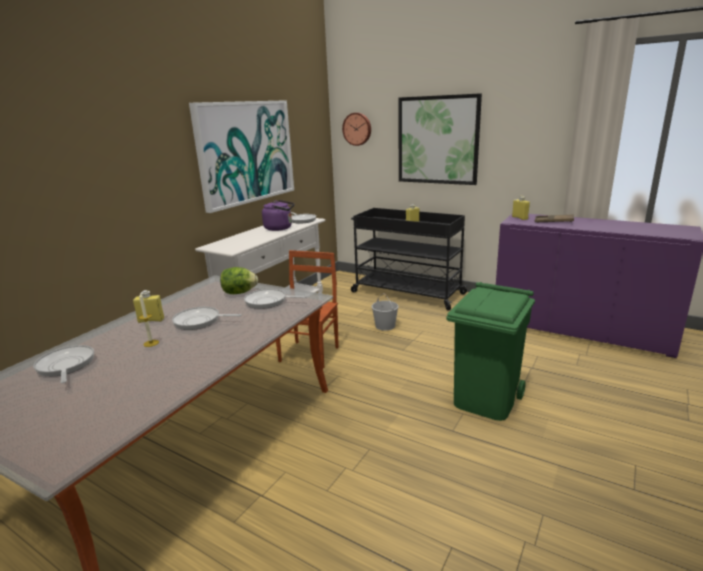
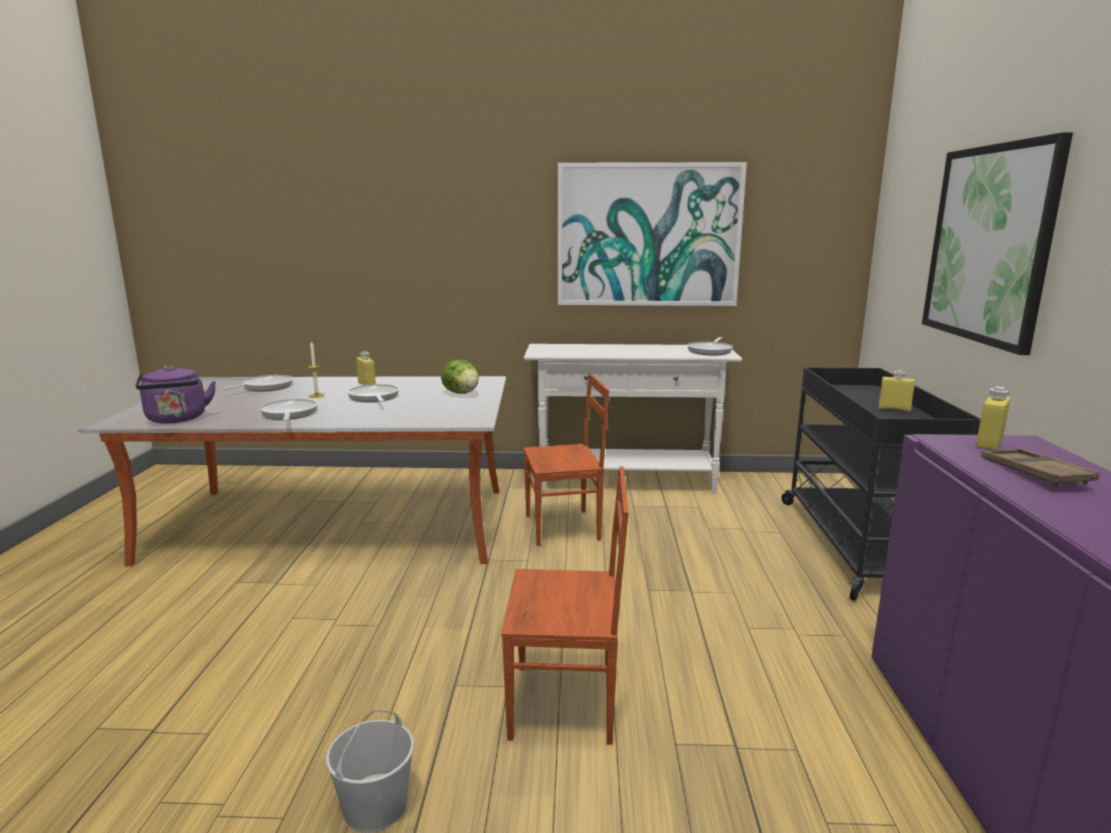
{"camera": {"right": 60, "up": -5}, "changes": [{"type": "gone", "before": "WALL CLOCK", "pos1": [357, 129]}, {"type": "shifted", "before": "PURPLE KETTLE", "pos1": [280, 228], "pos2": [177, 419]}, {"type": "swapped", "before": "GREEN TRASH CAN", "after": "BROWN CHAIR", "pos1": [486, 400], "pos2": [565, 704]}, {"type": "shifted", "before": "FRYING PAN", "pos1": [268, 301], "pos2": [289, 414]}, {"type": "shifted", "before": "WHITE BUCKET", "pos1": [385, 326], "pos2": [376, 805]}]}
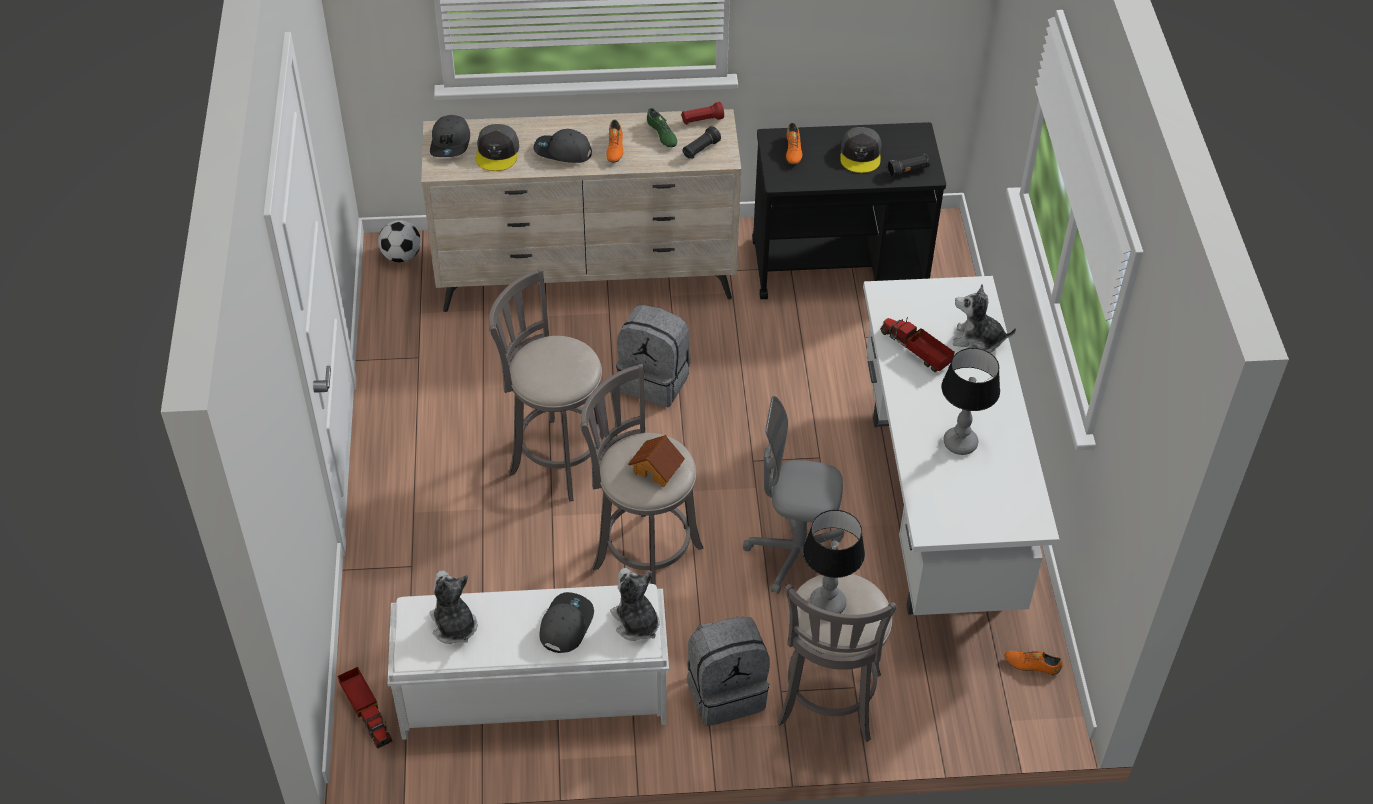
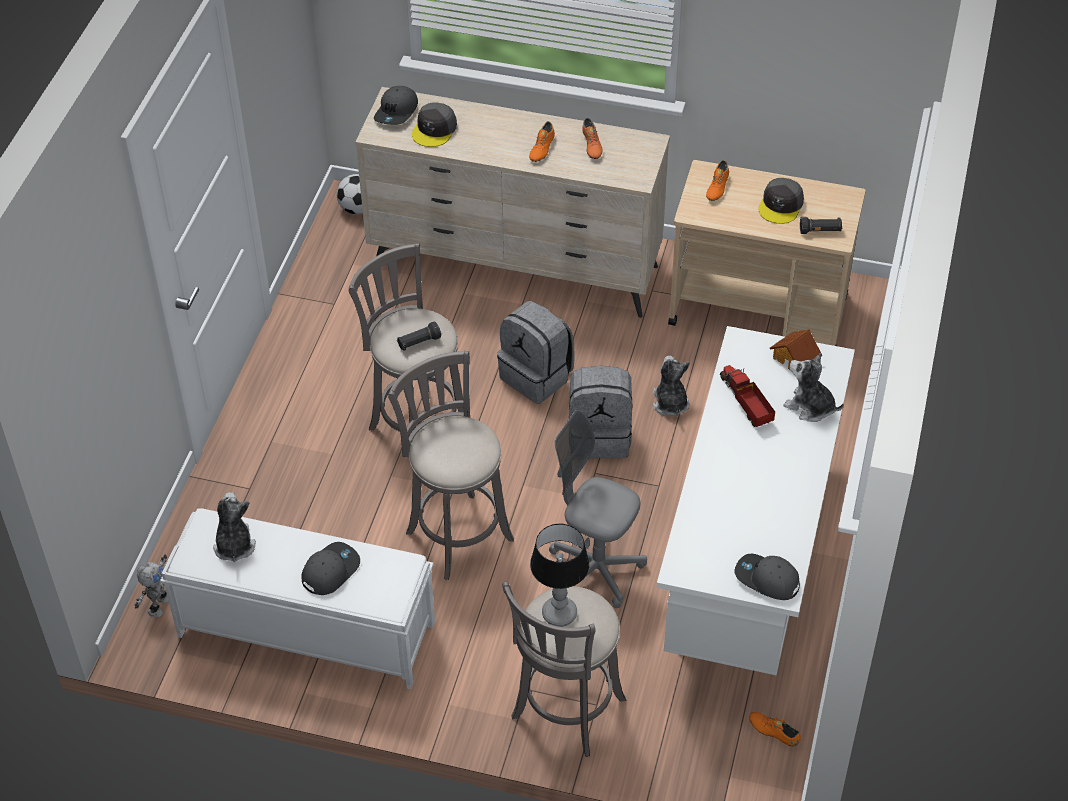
{"camera": {"right": 20, "up": 0}, "changes": [{"type": "gone", "before": "RED FLASHLIGHT", "pos1": [702, 120]}, {"type": "repainted", "before": "GREEN SHOE", "after": "ORANGE SHOE", "pos1": [662, 135], "pos2": [591, 145]}, {"type": "repainted", "before": "BLACK CART", "after": "BEIGE CART", "pos1": [840, 266], "pos2": [759, 311]}, {"type": "shifted", "before": "BLACK FLASHLIGHT", "pos1": [700, 150], "pos2": [418, 342]}, {"type": "shifted", "before": "GREY CAP", "pos1": [562, 152], "pos2": [766, 580]}, {"type": "gone", "before": "TABLE LAMP", "pos1": [959, 443]}, {"type": "shifted", "before": "TOY HOUSE", "pos1": [657, 468], "pos2": [795, 359]}, {"type": "shifted", "before": "PLUSH TOY", "pos1": [635, 622], "pos2": [670, 403]}, {"type": "shifted", "before": "GREY BACKPACK", "pos1": [725, 691], "pos2": [600, 436]}, {"type": "swapped", "before": "TOY TRUCK", "after": "TOY ROBOT", "pos1": [366, 712], "pos2": [158, 605]}]}
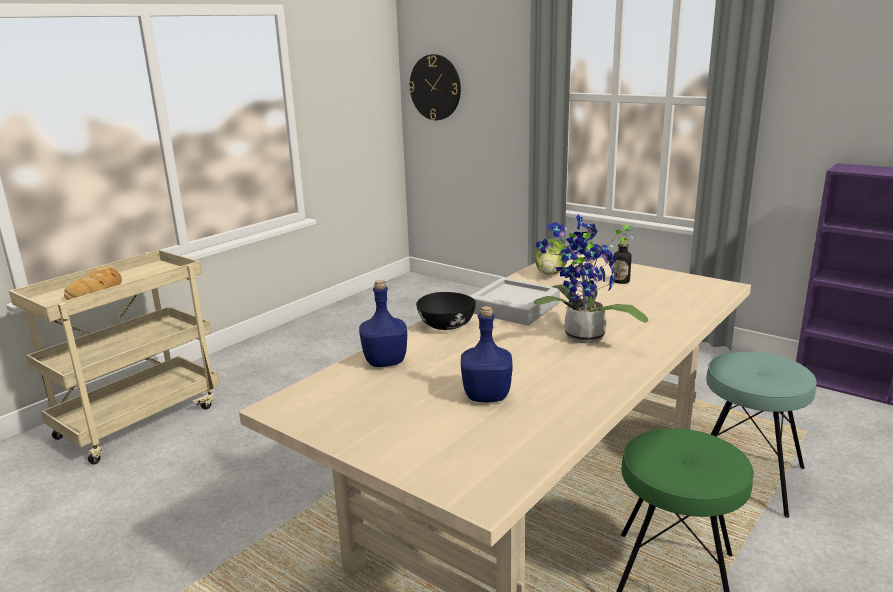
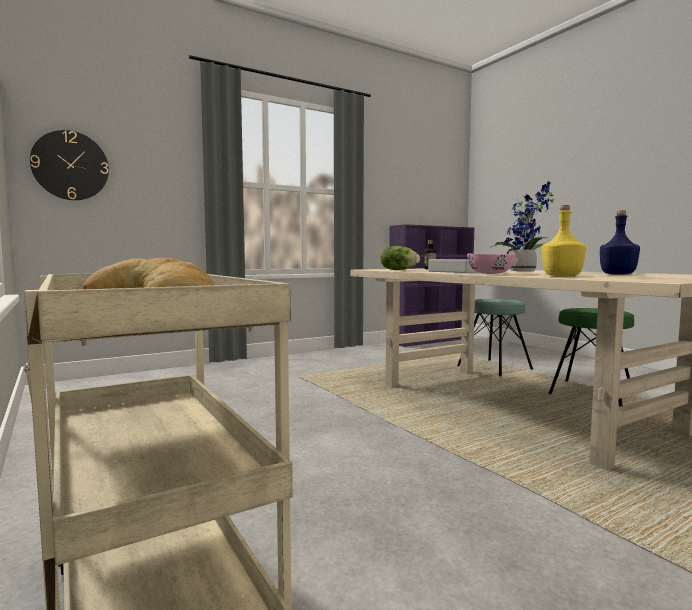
{"camera": {"right": -70, "up": -15}, "changes": [{"type": "repainted", "before": "BLUE BOTTLE", "after": "YELLOW BOTTLE", "pos1": [386, 361], "pos2": [561, 276]}, {"type": "repainted", "before": "BLACK BOWL", "after": "PINK BOWL", "pos1": [446, 325], "pos2": [490, 273]}]}
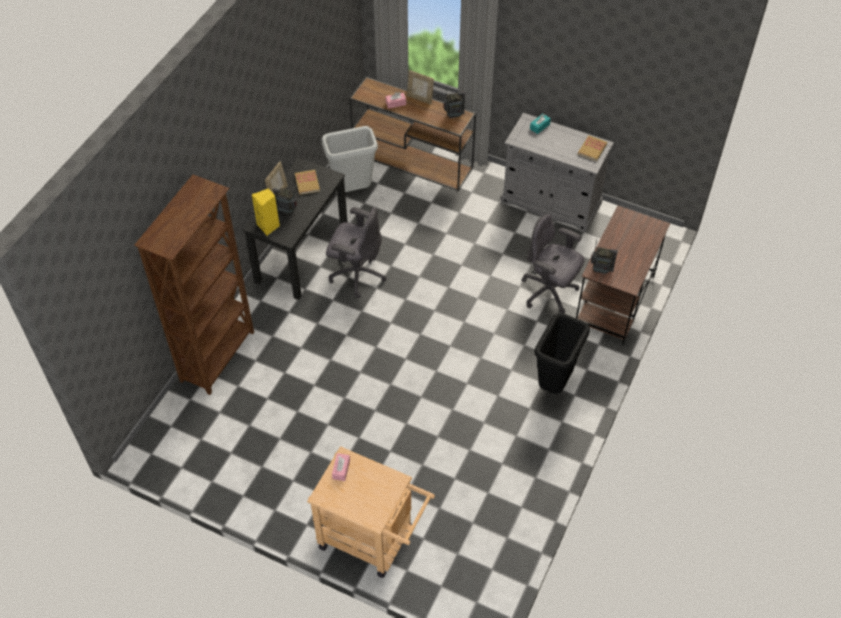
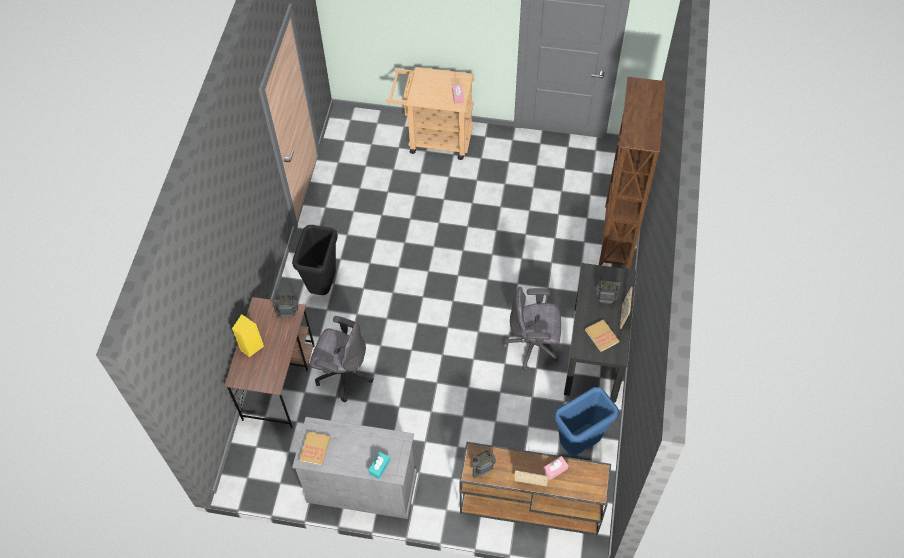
{"camera": {"right": 165, "up": 5}, "changes": [{"type": "repainted", "before": "GREY TRASH CAN", "after": "BLUE TRASH CAN", "pos1": [353, 190], "pos2": [579, 445]}, {"type": "shifted", "before": "YELLOW SPEAKER", "pos1": [269, 226], "pos2": [251, 347]}]}
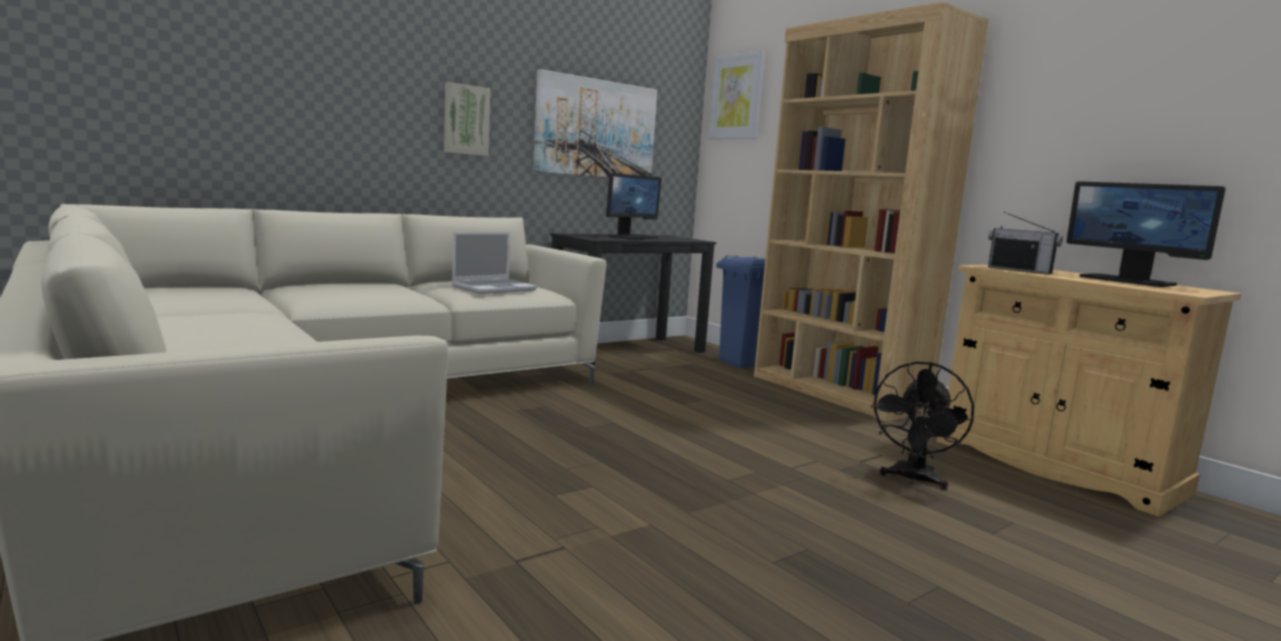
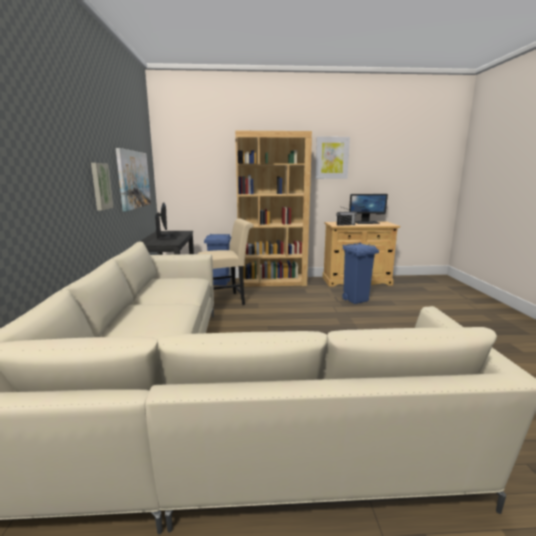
{"camera": {"right": -55, "up": 5}, "changes": [{"type": "shifted", "before": "PICTURE", "pos1": [736, 97], "pos2": [332, 158]}, {"type": "gone", "before": "LAPTOP", "pos1": [494, 288]}, {"type": "swapped", "before": "BLACK FAN", "after": "BLUE TRASH CAN", "pos1": [913, 479], "pos2": [356, 300]}, {"type": "new", "after": "BEIGE CHAIR", "pos2": [226, 300]}]}
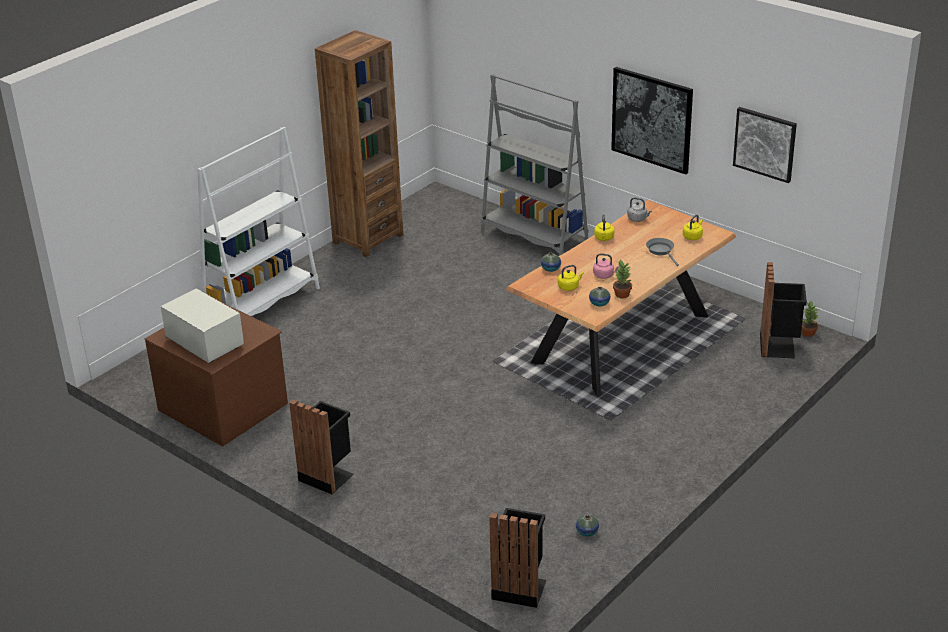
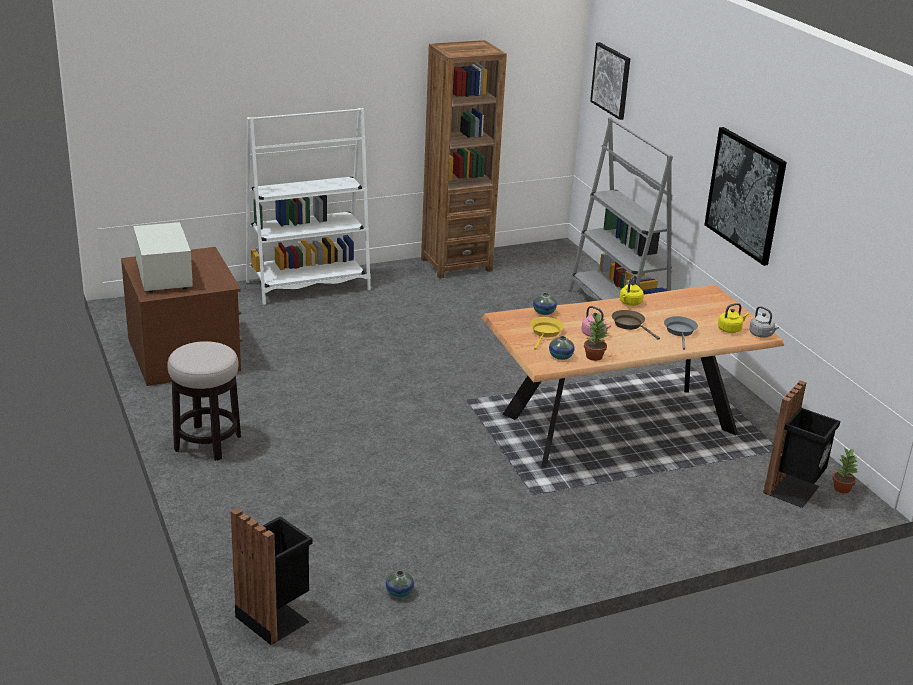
{"camera": {"right": 25, "up": -5}, "changes": [{"type": "shifted", "before": "PICTURE", "pos1": [765, 144], "pos2": [611, 80]}, {"type": "shifted", "before": "GREY KETTLE", "pos1": [638, 219], "pos2": [762, 335]}, {"type": "swapped", "before": "YELLOW KETTLE", "after": "YELLOW FRYING PAN", "pos1": [569, 287], "pos2": [545, 333]}, {"type": "swapped", "before": "BLACK TRASH CAN", "after": "STOOL", "pos1": [327, 475], "pos2": [207, 443]}, {"type": "new", "after": "BROWN FRYING PAN", "pos2": [630, 325]}]}
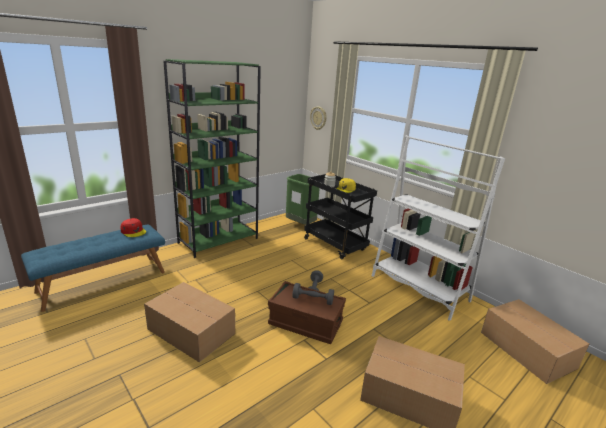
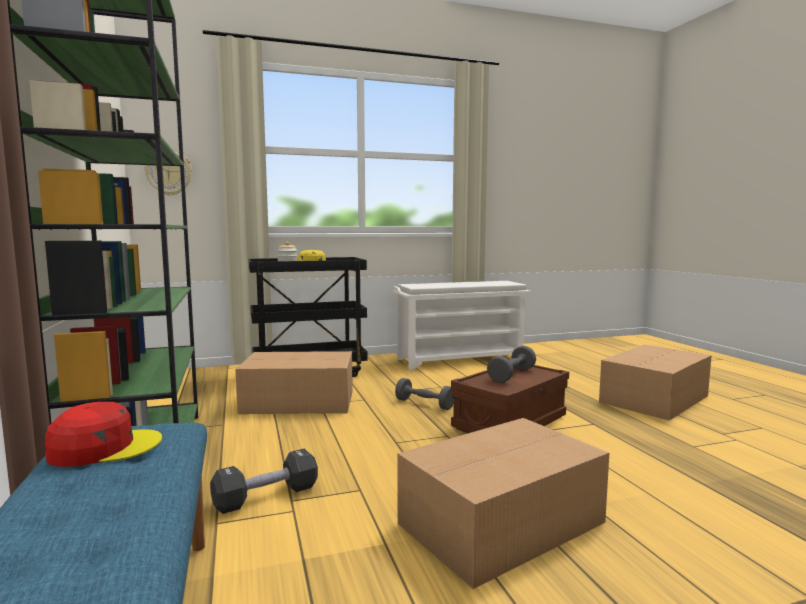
{"camera": {"right": -65, "up": -15}, "changes": [{"type": "swapped", "before": "WHITE BOOKCASE", "after": "WHITE SHOE RACK", "pos1": [419, 288], "pos2": [460, 359]}, {"type": "gone", "before": "GREEN TRASH CAN", "pos1": [300, 225]}, {"type": "shifted", "before": "CARDBOARD BOX", "pos1": [526, 348], "pos2": [297, 401]}, {"type": "new", "after": "BLACK DUMBBELL", "pos2": [266, 497]}]}
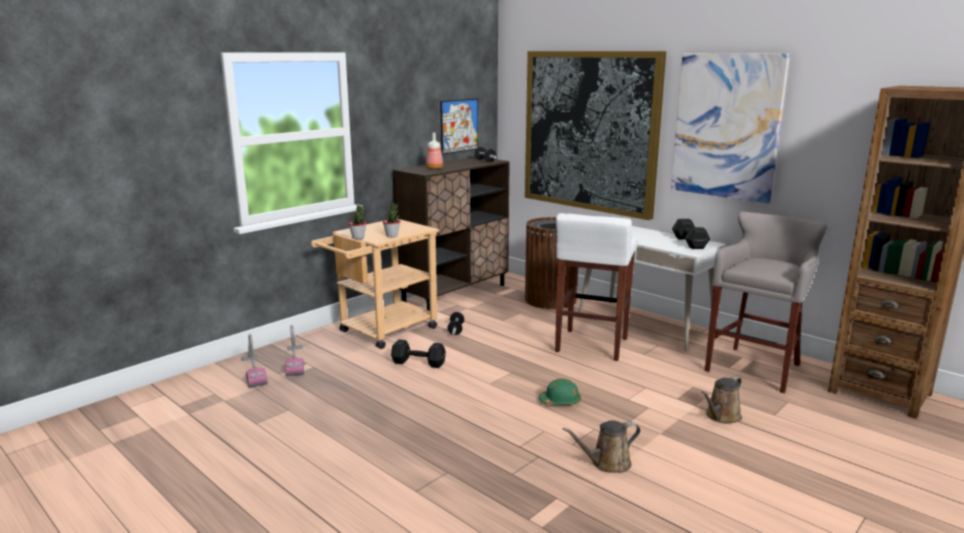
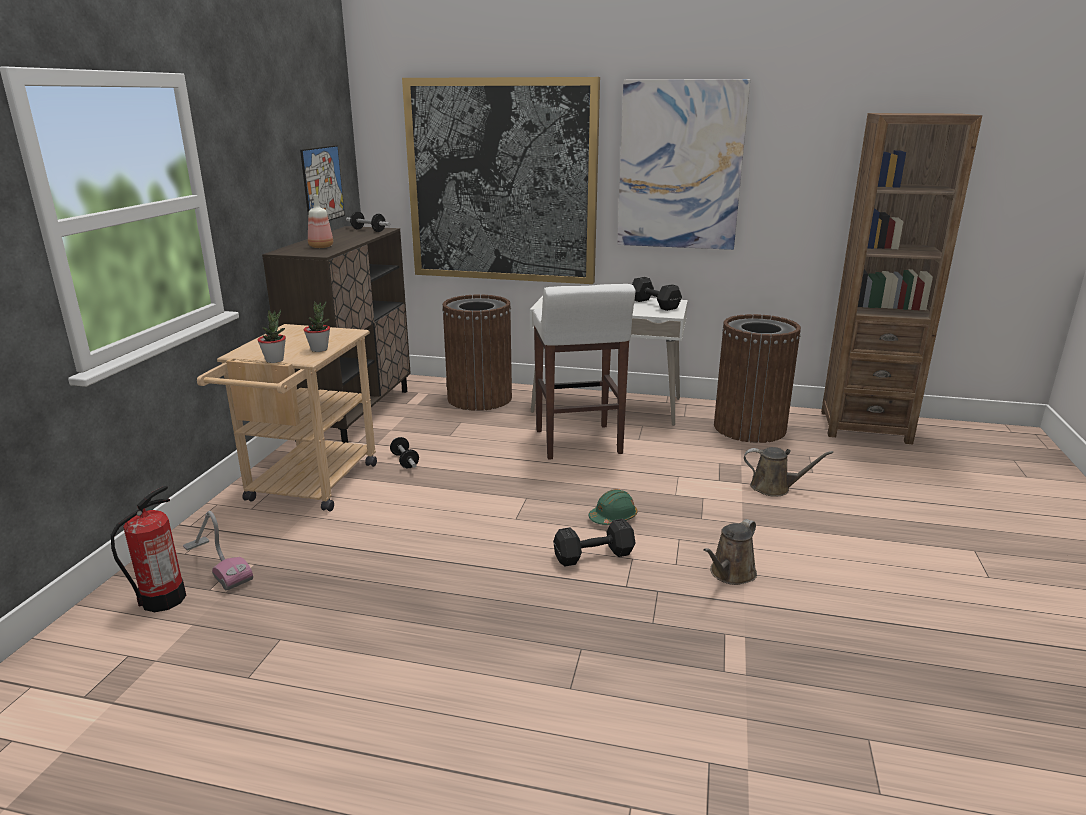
{"camera": {"right": -30, "up": 5}, "changes": [{"type": "swapped", "before": "GREY STOOL", "after": "BROWN TRASH CAN", "pos1": [755, 367], "pos2": [749, 428]}, {"type": "swapped", "before": "VACUUM CLEANER", "after": "FIRE EXTINGUISHER", "pos1": [253, 372], "pos2": [163, 599]}, {"type": "shifted", "before": "BLACK DUMBBELL", "pos1": [417, 362], "pos2": [592, 555]}, {"type": "rotated", "before": "BROWN WATERING CAN", "pos1": [721, 416], "pos2": [774, 488], "turn": -90}]}
